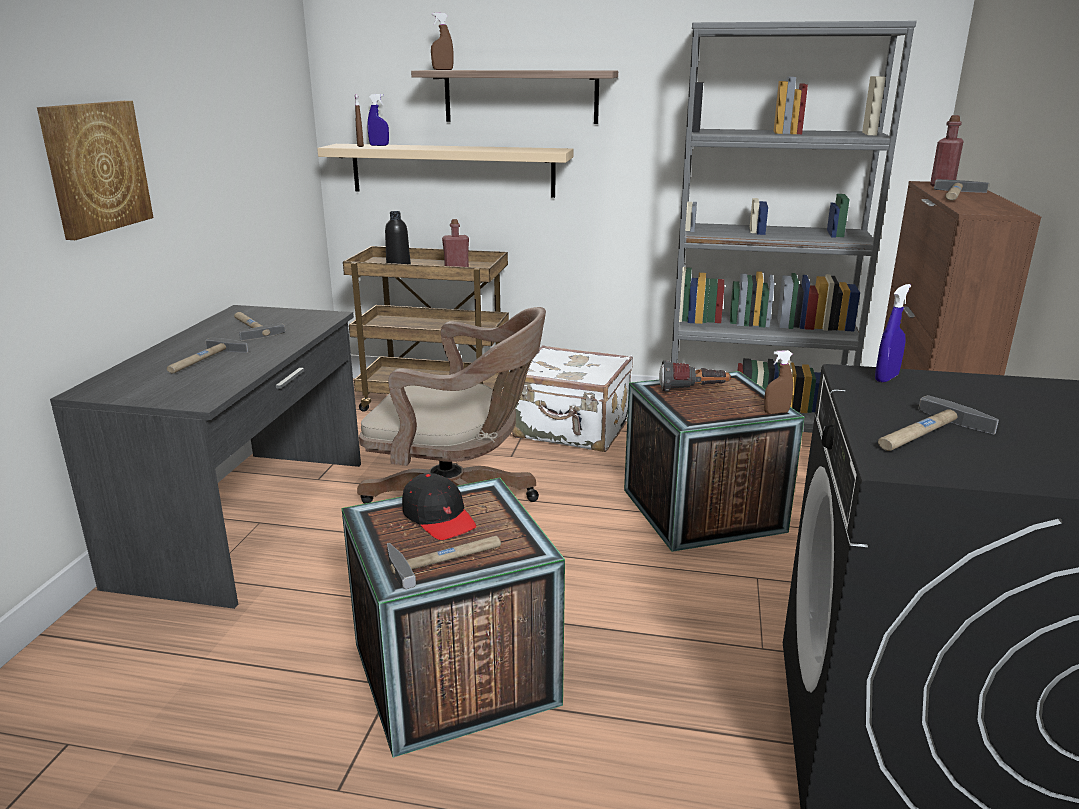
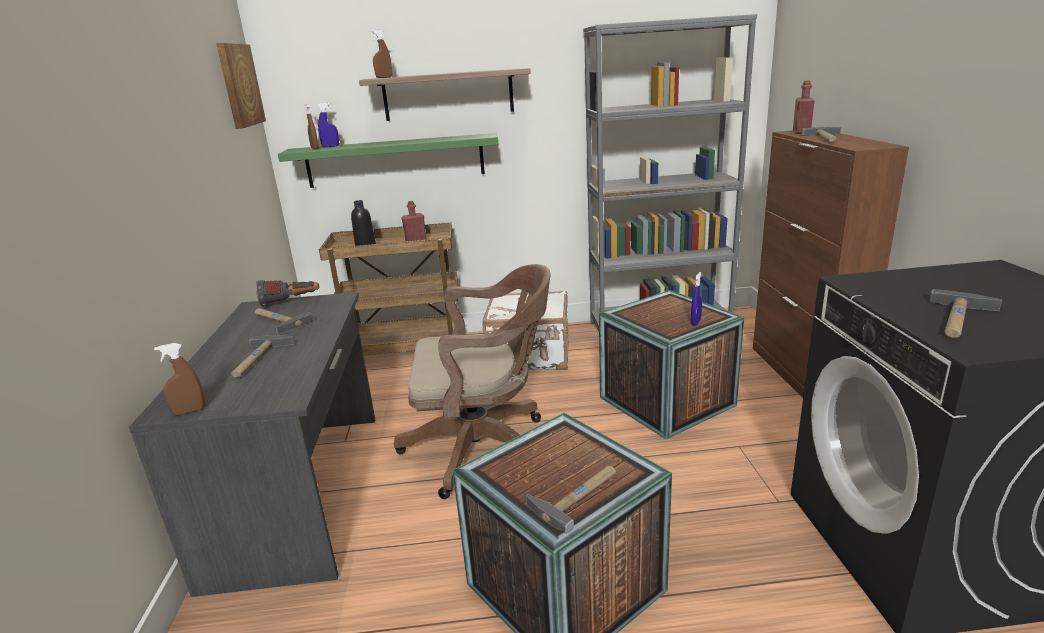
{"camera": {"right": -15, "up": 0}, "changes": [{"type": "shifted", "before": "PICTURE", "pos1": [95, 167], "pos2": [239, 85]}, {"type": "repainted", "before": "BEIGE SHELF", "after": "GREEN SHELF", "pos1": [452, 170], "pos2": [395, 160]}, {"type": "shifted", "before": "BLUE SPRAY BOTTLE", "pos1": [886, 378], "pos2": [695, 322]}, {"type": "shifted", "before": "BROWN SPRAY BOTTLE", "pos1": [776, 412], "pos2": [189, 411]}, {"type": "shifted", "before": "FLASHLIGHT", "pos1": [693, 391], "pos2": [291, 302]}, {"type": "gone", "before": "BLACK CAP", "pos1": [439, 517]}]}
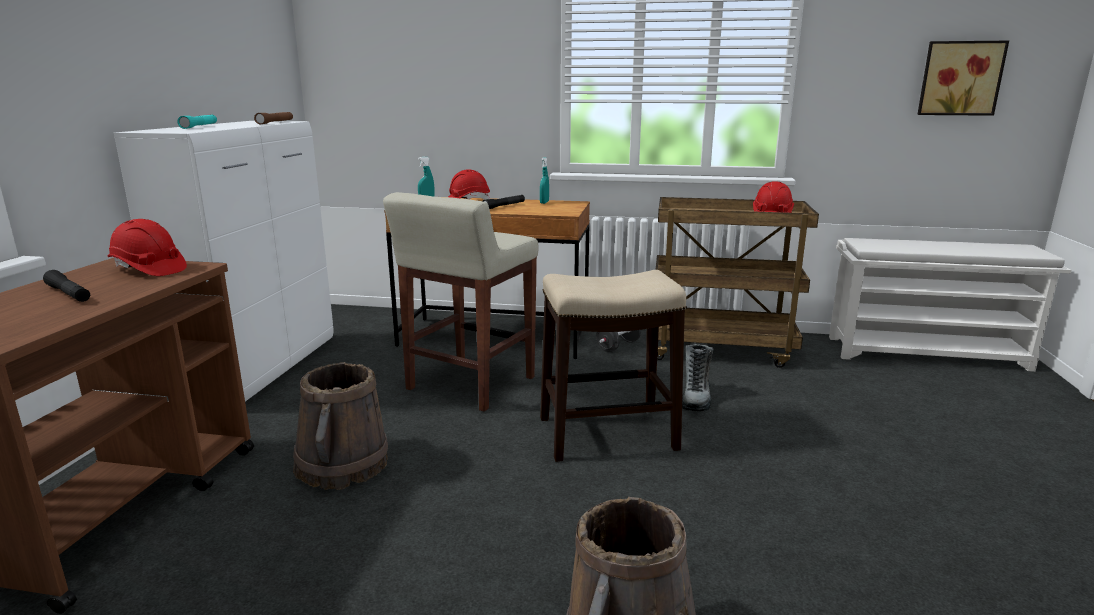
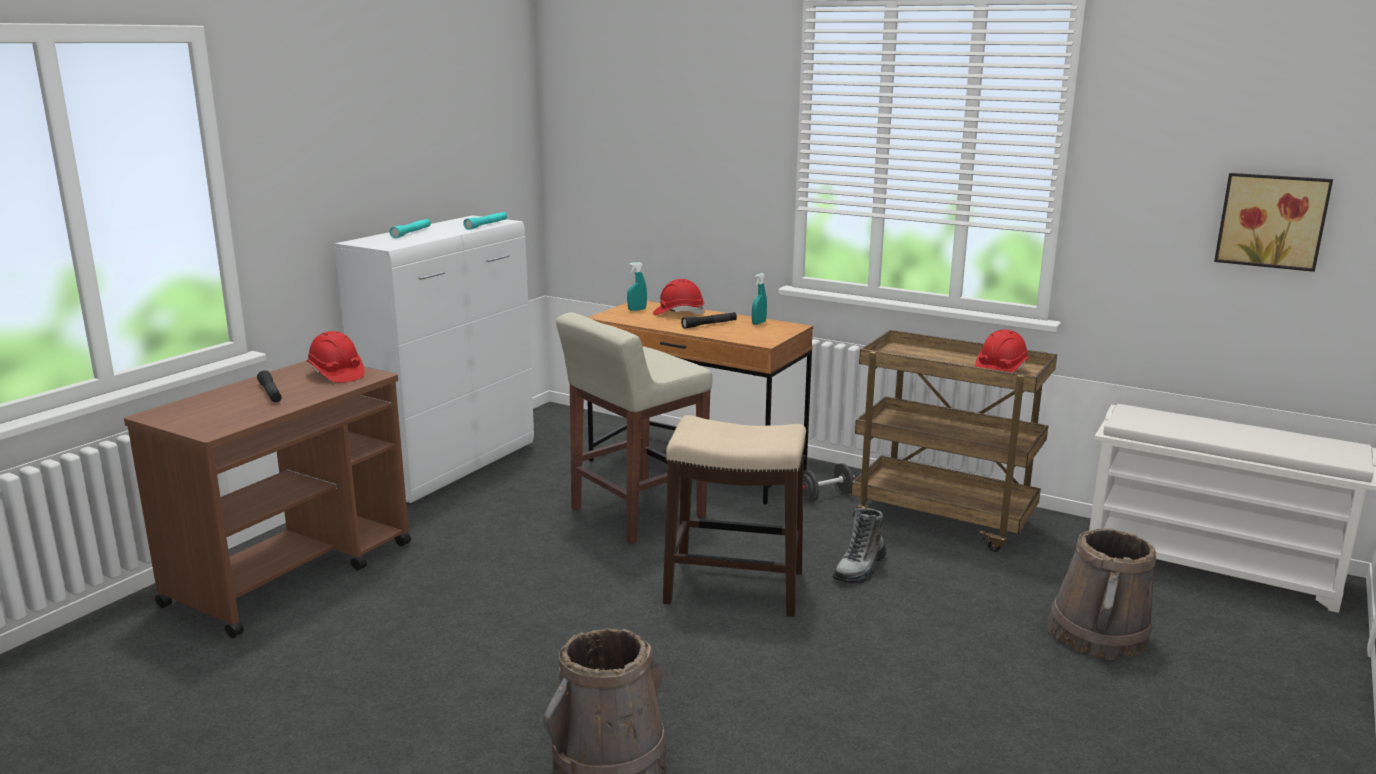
{"camera": {"right": 20, "up": 0}, "changes": [{"type": "repainted", "before": "BROWN FLASHLIGHT", "after": "TURQUOISE FLASHLIGHT", "pos1": [275, 122], "pos2": [486, 225]}, {"type": "shifted", "before": "BROWN BUCKET", "pos1": [342, 465], "pos2": [1097, 634]}]}
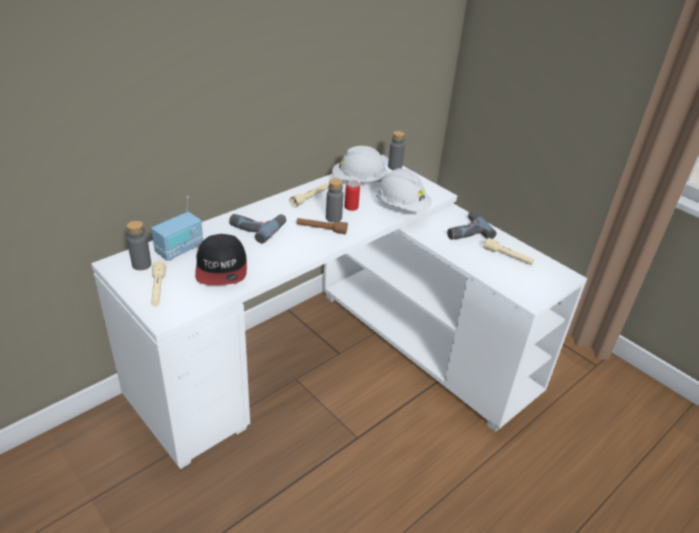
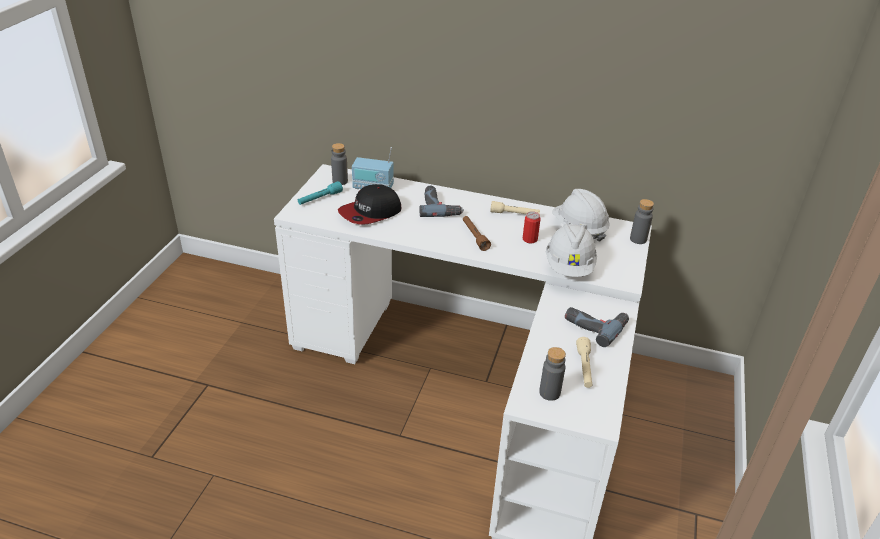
{"camera": {"right": 60, "up": 0}, "changes": [{"type": "shifted", "before": "GREY BOTTLE", "pos1": [333, 218], "pos2": [549, 393]}, {"type": "repainted", "before": "BEIGE FLASHLIGHT", "after": "TURQUOISE FLASHLIGHT", "pos1": [158, 289], "pos2": [320, 199]}]}
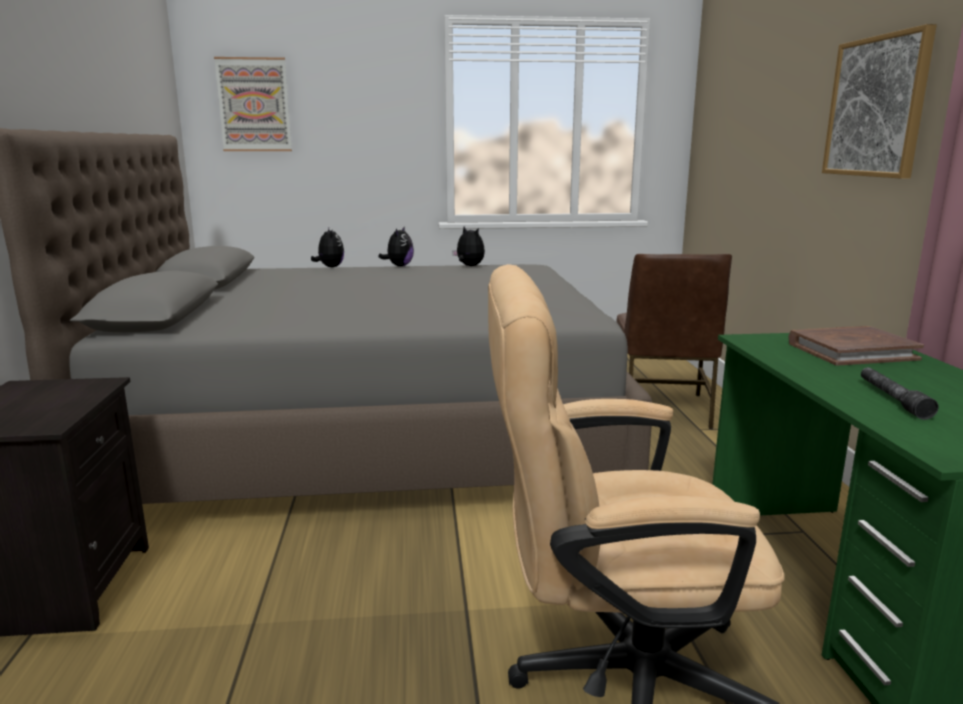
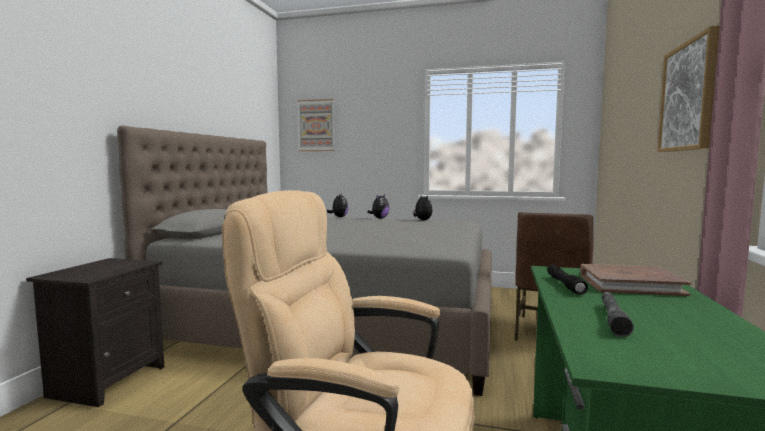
{"camera": {"right": 20, "up": -10}, "changes": [{"type": "new", "after": "BLACK FLASHLIGHT", "pos2": [564, 285]}]}
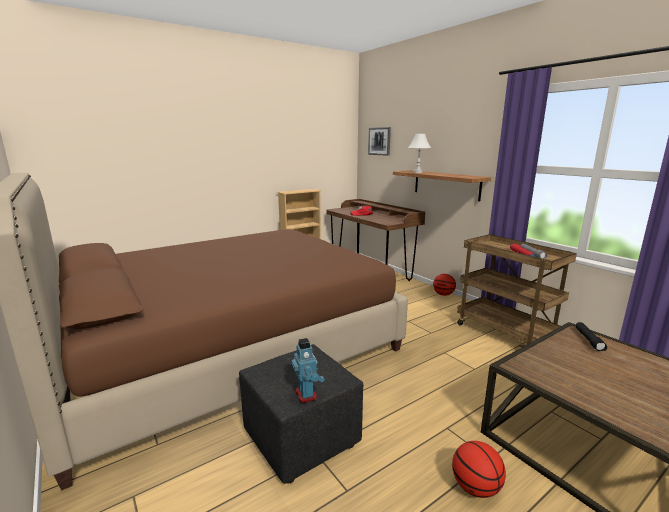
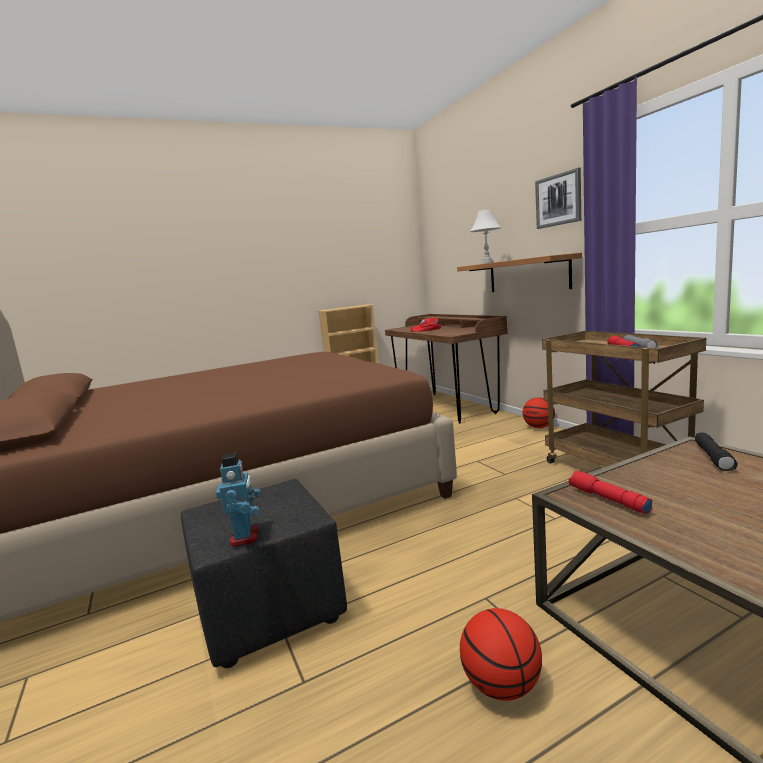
{"camera": {"right": 10, "up": -5}, "changes": [{"type": "shifted", "before": "PICTURE", "pos1": [379, 141], "pos2": [558, 200]}, {"type": "new", "after": "RED FLASHLIGHT", "pos2": [607, 499]}]}
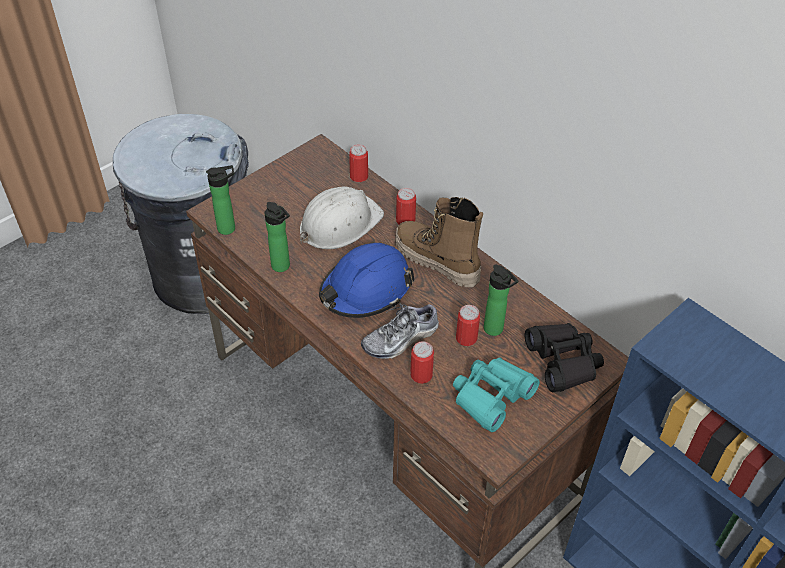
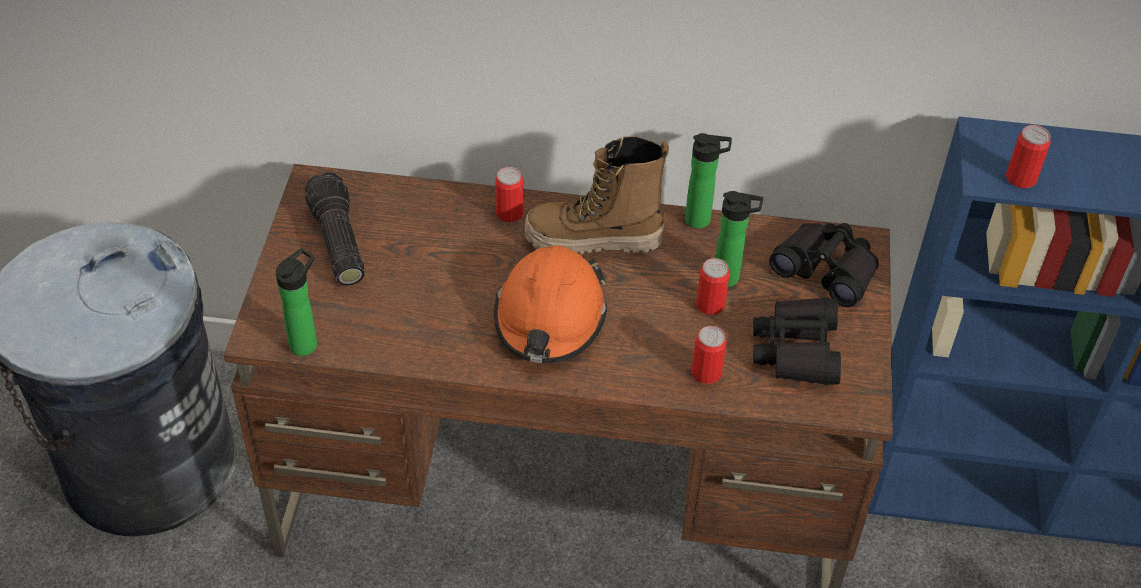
{"camera": {"right": -40, "up": 0}, "changes": [{"type": "shifted", "before": "CAN", "pos1": [359, 176], "pos2": [1021, 178]}, {"type": "gone", "before": "WHITE HARD HAT", "pos1": [339, 224]}, {"type": "shifted", "before": "BOTTLE", "pos1": [282, 267], "pos2": [702, 220]}, {"type": "repainted", "before": "BLUE HARD HAT", "after": "ORANGE HARD HAT", "pos1": [366, 290], "pos2": [550, 318]}, {"type": "gone", "before": "SHOE", "pos1": [401, 339]}, {"type": "repainted", "before": "TURQUOISE BINOCULARS", "after": "BLACK BINOCULARS", "pos1": [491, 397], "pos2": [797, 350]}, {"type": "new", "after": "FLASHLIGHT", "pos2": [336, 242]}]}
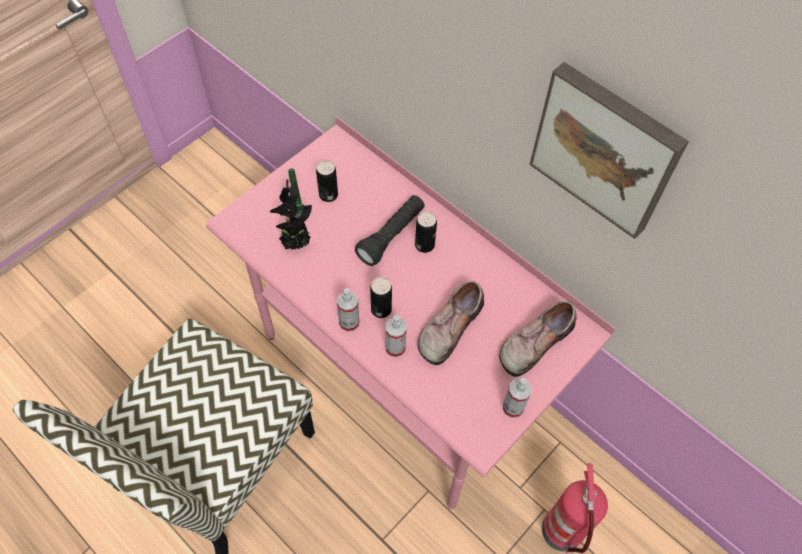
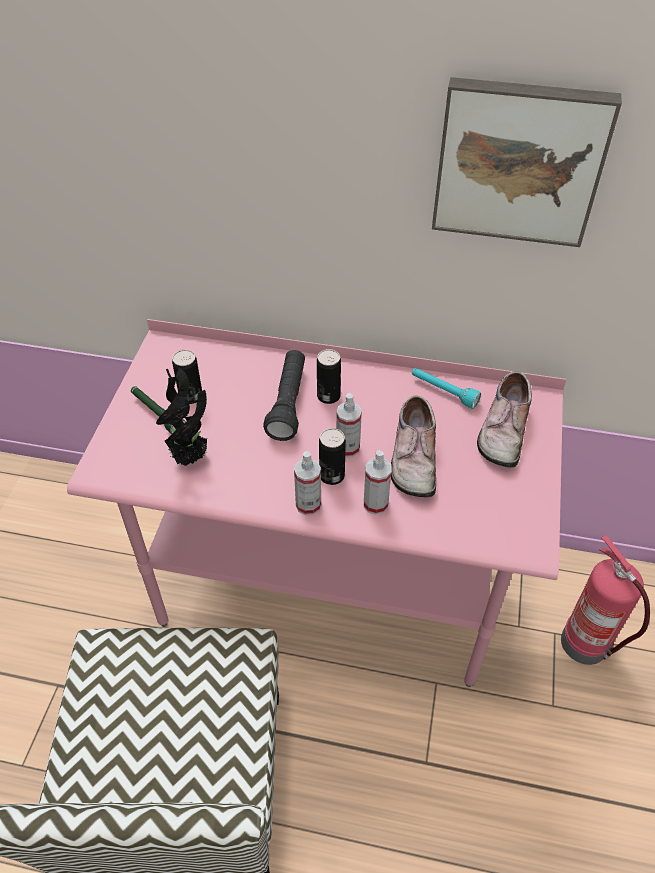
{"camera": {"right": -30, "up": -10}, "changes": [{"type": "shifted", "before": "SPRAY BOTTLE", "pos1": [512, 408], "pos2": [347, 448]}, {"type": "new", "after": "TURQUOISE FLASHLIGHT", "pos2": [443, 392]}]}
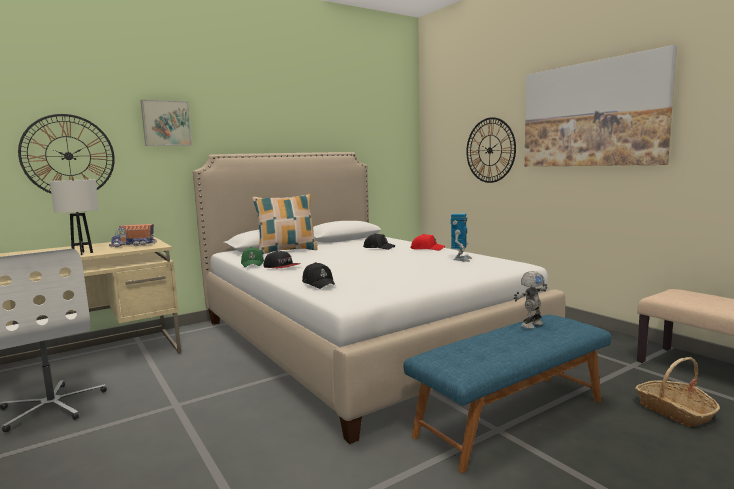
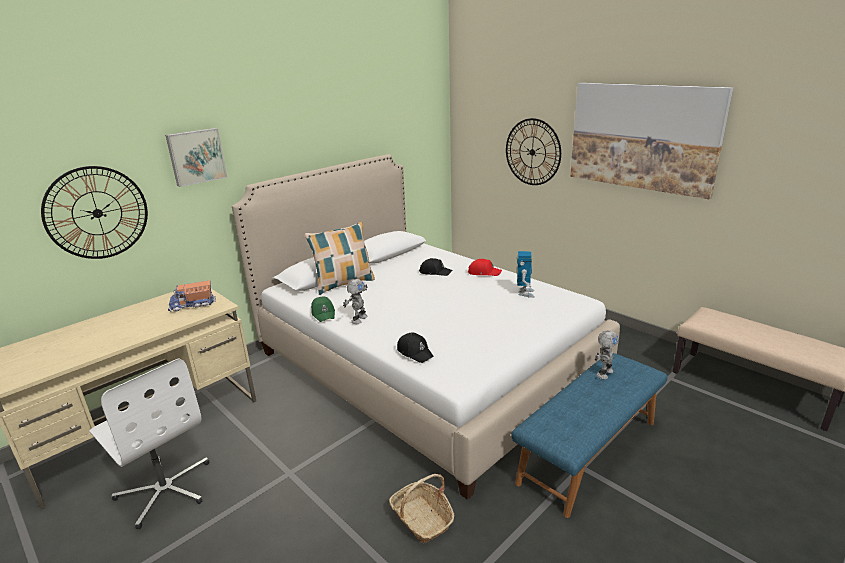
{"camera": {"right": -10, "up": 15}, "changes": [{"type": "gone", "before": "WHITE TABLE LAMP", "pos1": [82, 253]}, {"type": "swapped", "before": "CAP", "after": "TOY ROBOT", "pos1": [282, 267], "pos2": [358, 319]}, {"type": "shifted", "before": "BASKET", "pos1": [675, 411], "pos2": [422, 519]}]}
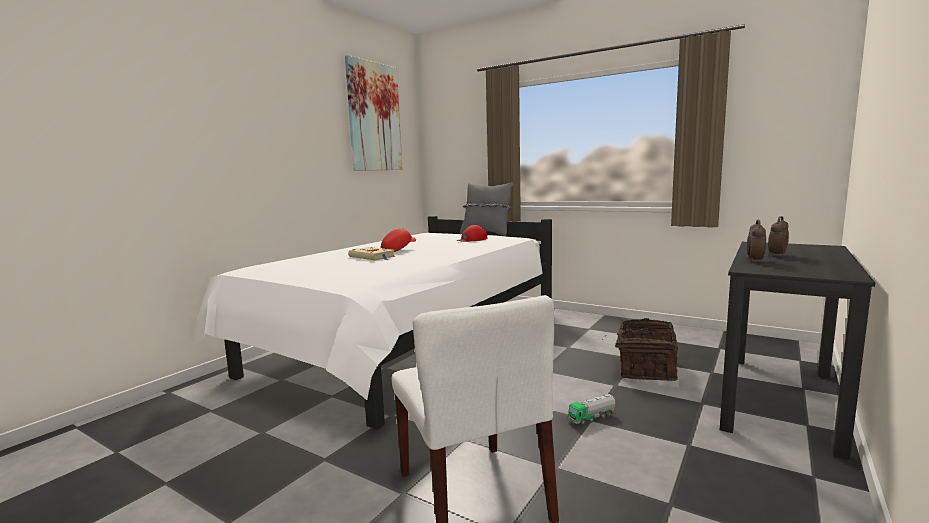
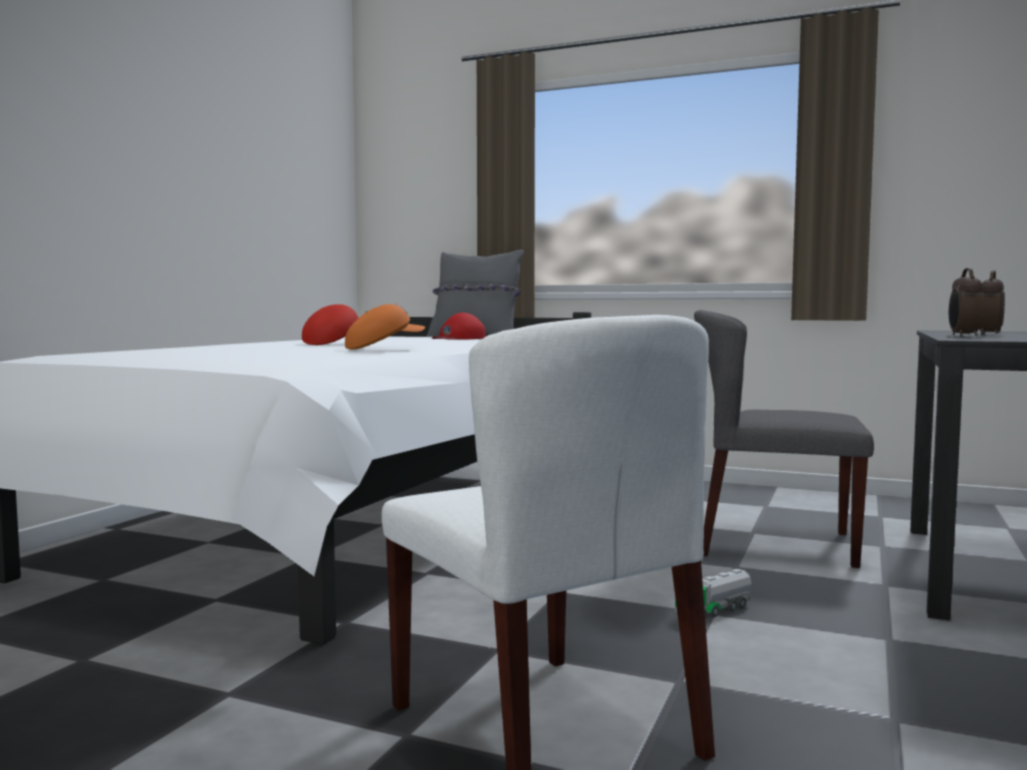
{"camera": {"right": -10, "up": -5}, "changes": [{"type": "gone", "before": "PICTURE", "pos1": [374, 117]}, {"type": "gone", "before": "BEIGE BOOK", "pos1": [373, 257]}, {"type": "swapped", "before": "BASKET", "after": "GREY CHAIR", "pos1": [645, 368], "pos2": [774, 544]}, {"type": "new", "after": "ORANGE CAP", "pos2": [383, 348]}]}
